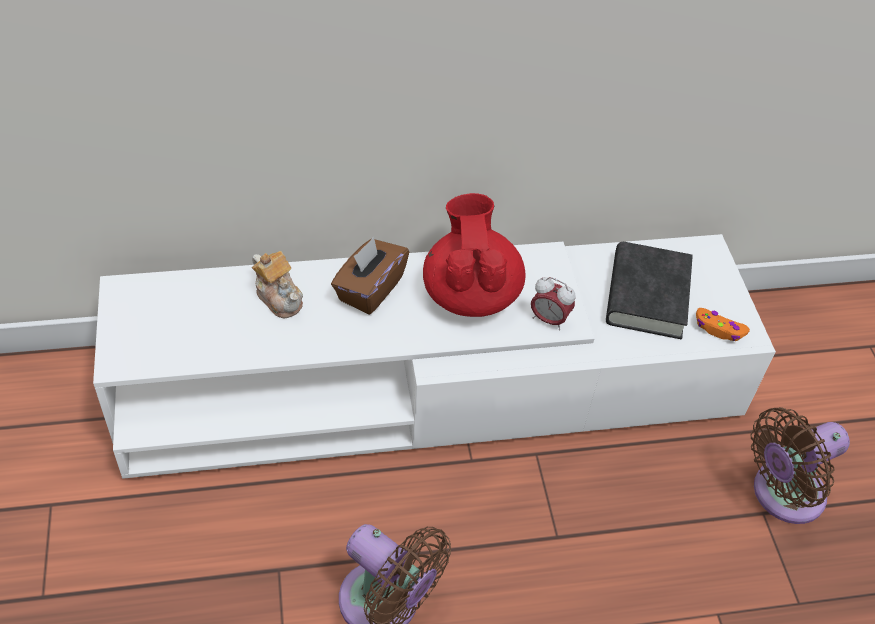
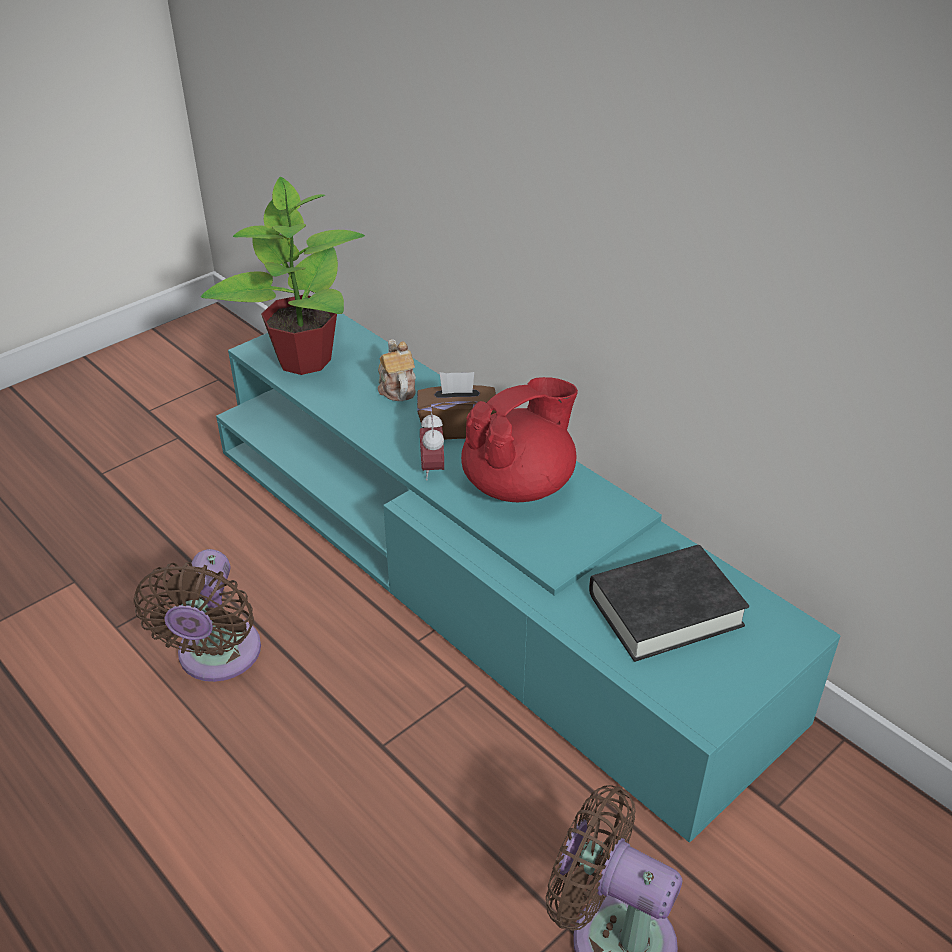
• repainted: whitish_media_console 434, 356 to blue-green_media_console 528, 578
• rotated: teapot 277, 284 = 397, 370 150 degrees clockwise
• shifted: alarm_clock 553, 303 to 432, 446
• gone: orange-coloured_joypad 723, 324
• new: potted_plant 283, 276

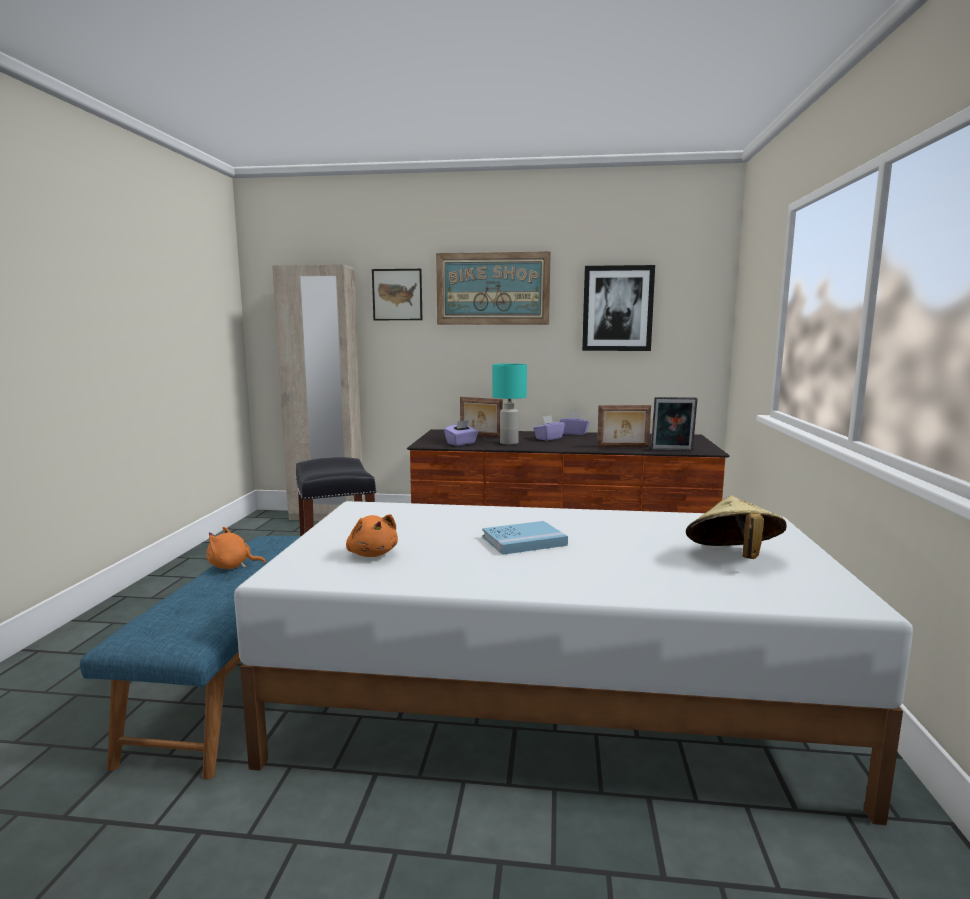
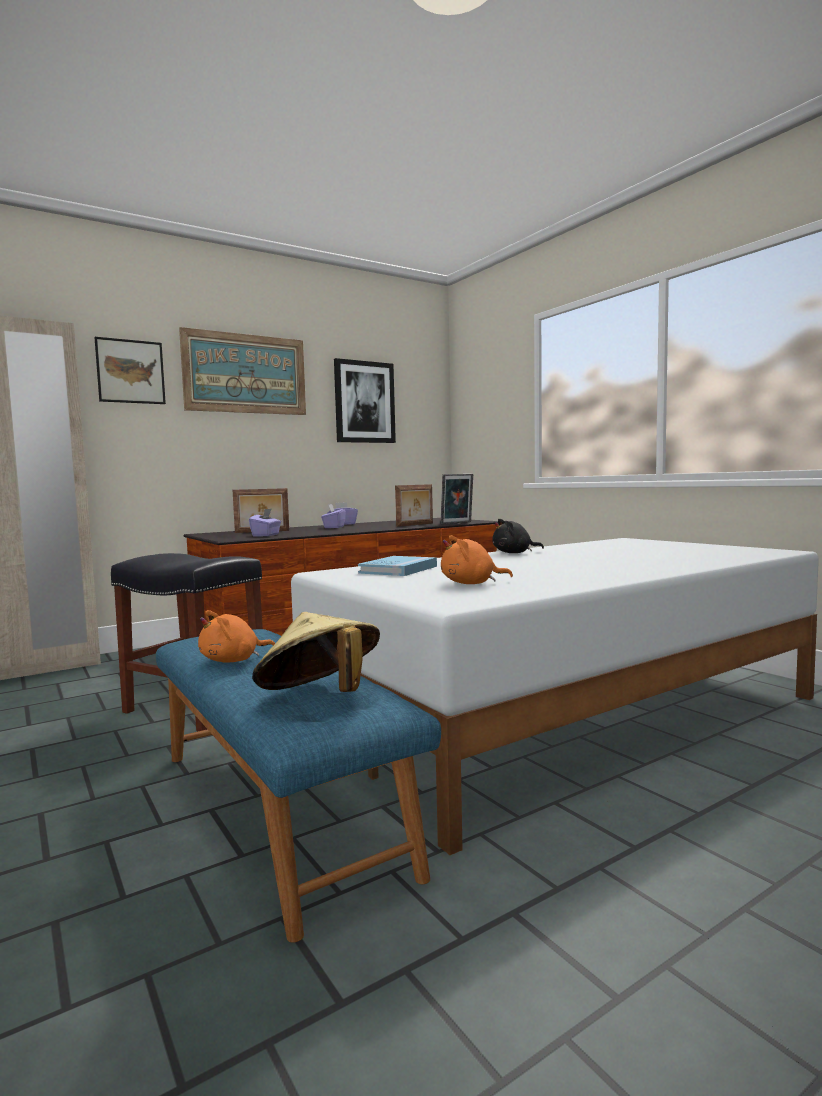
• gone: blue-green_table_lamp 510, 404
• shifted: beige_clothing_hat 736, 527 to 316, 652
• rotated: orange-coloured_cuddly_toy 372, 535 = 477, 559 150 degrees clockwise
• shifted: bluish_bound_book 525, 538 to 397, 566
• new: blackish_cuddly_toy 518, 536

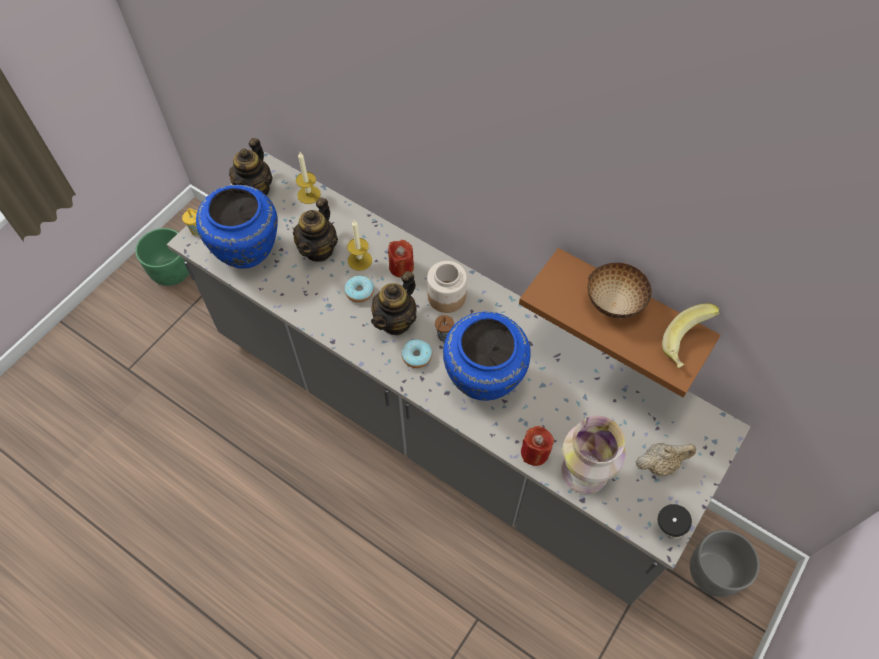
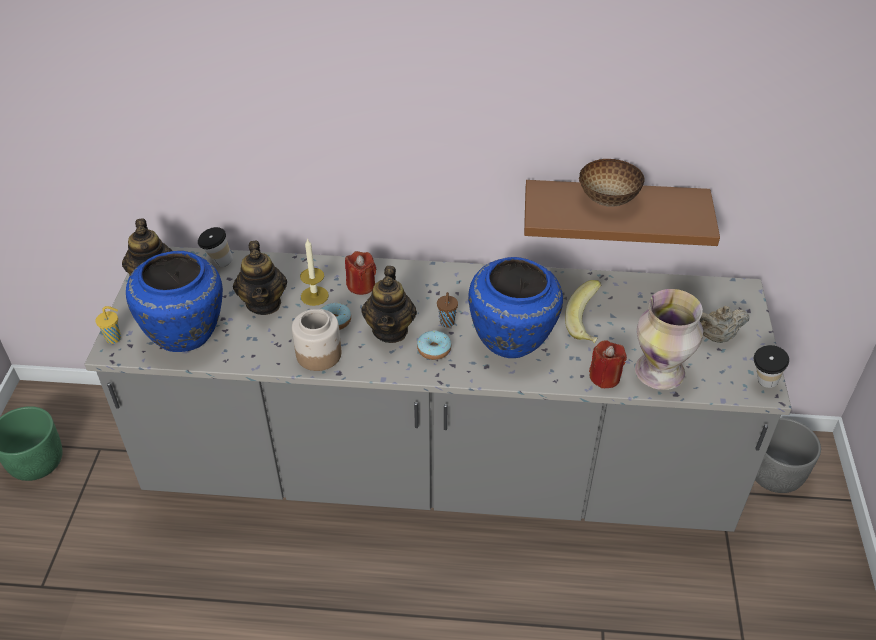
• swapped: candle 308, 178 to small_cup 215, 247
• shifted: storage_jar 447, 287 to 316, 340
• shifted: whole_banana 691, 335 to 583, 311
• rotated: beige_teapot 665, 459 = 725, 324 150 degrees counterclockwise

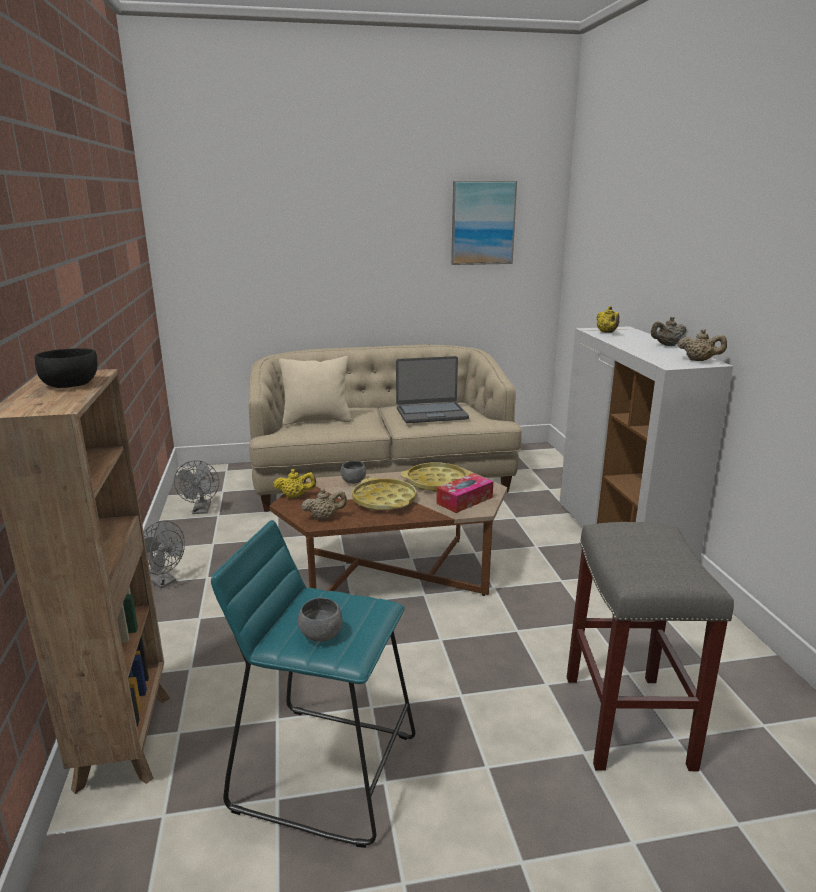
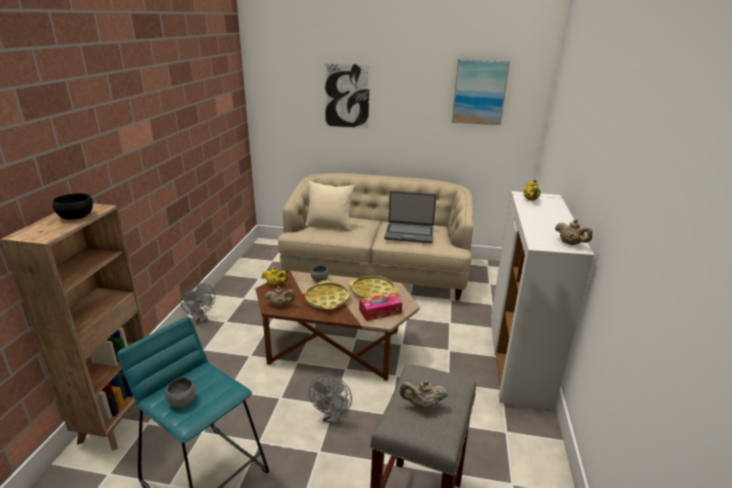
• shifted: beige_teapot 668, 331 to 424, 395
• shifted: grey_electric_fan 196, 487 to 330, 399
• new: wall_picture 347, 95

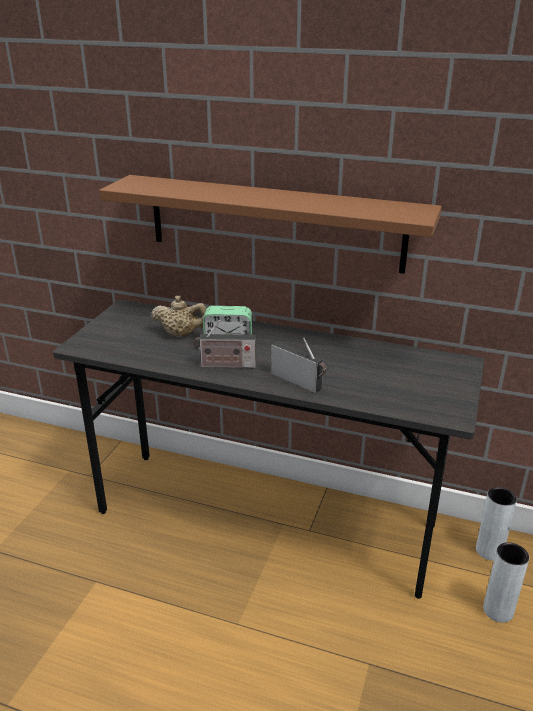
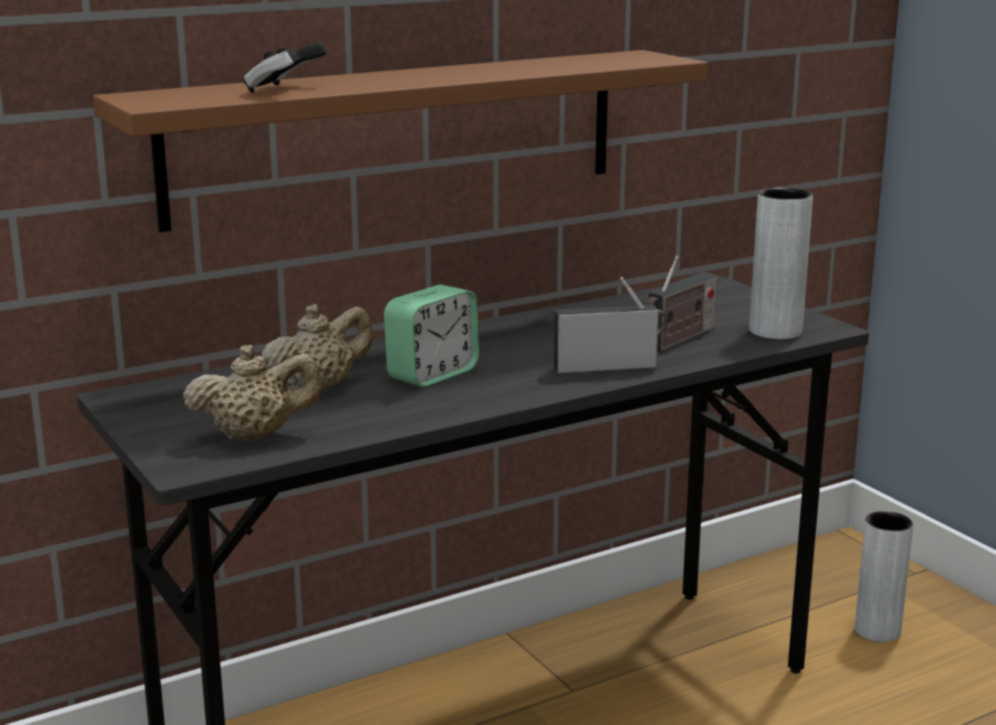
• shifted: radio 225, 344 to 681, 303
• shifted: grey_vase 496, 524 to 781, 264
• new: joypad 285, 67
• new: beige_teapot 252, 392

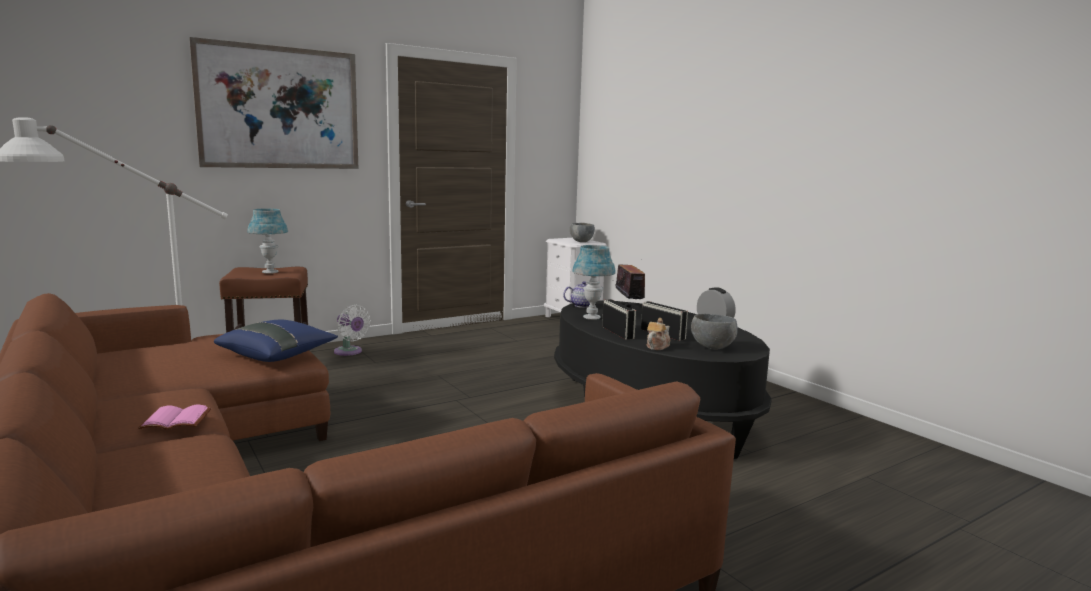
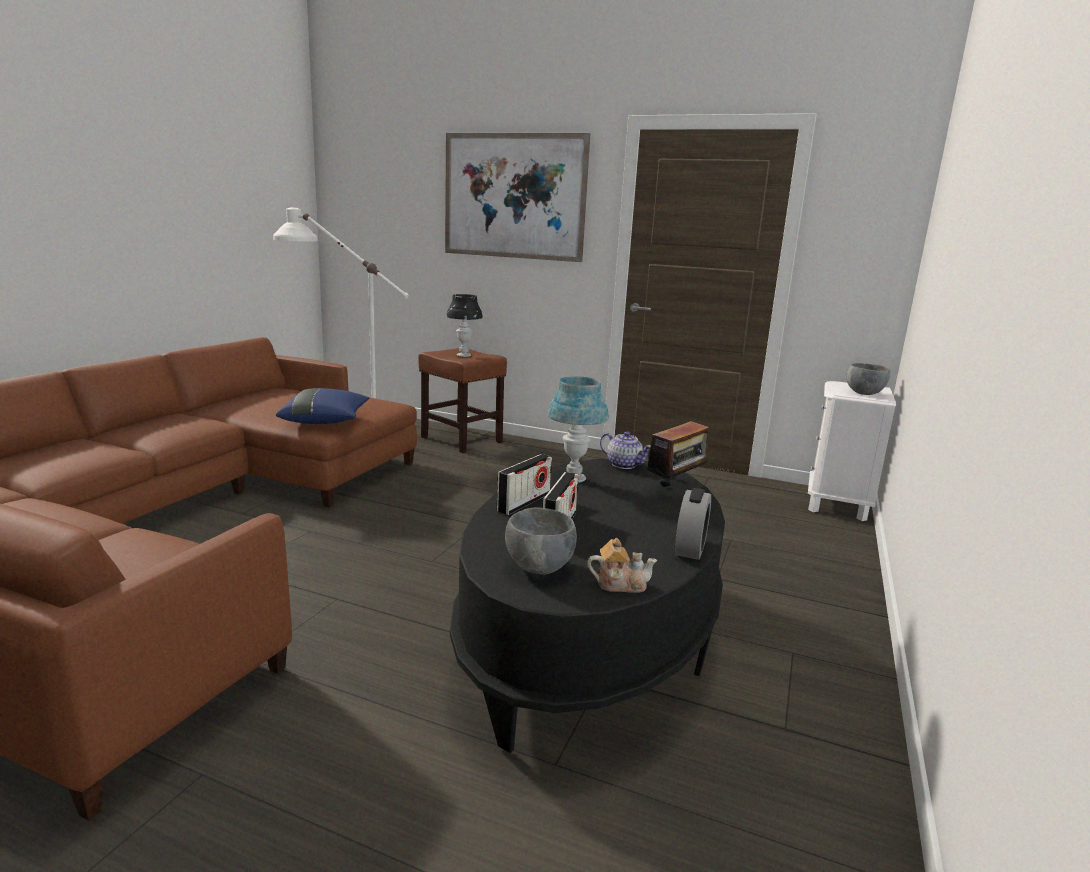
• repainted: bluish_table_lamp 267, 241 to blackish_table_lamp 464, 325
• gone: whitish_electric_fan 352, 330
• shifted: teapot 658, 334 to 622, 565
• gone: pink_bound_book 174, 417

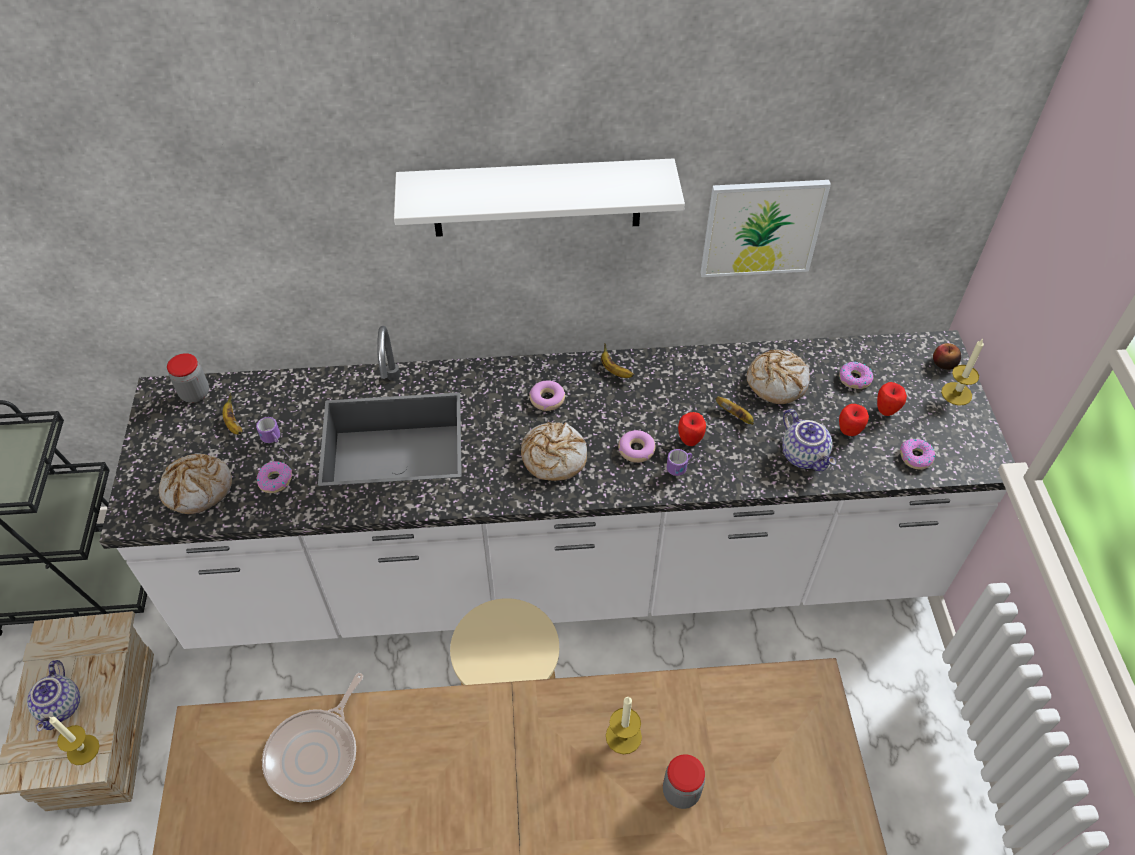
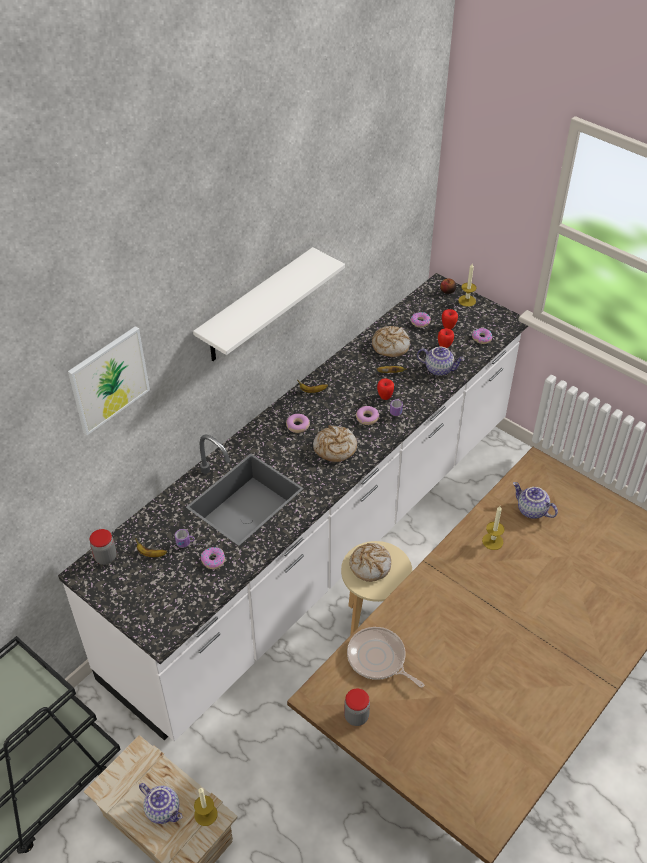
• shifted: wall_picture 766, 228 to 109, 380
• shifted: baked_bread 195, 484 to 370, 562
• rotated: pan 312, 737 = 385, 657 150 degrees clockwise
• shifted: storage_jar 684, 781 to 357, 707
• new: teapot 535, 500

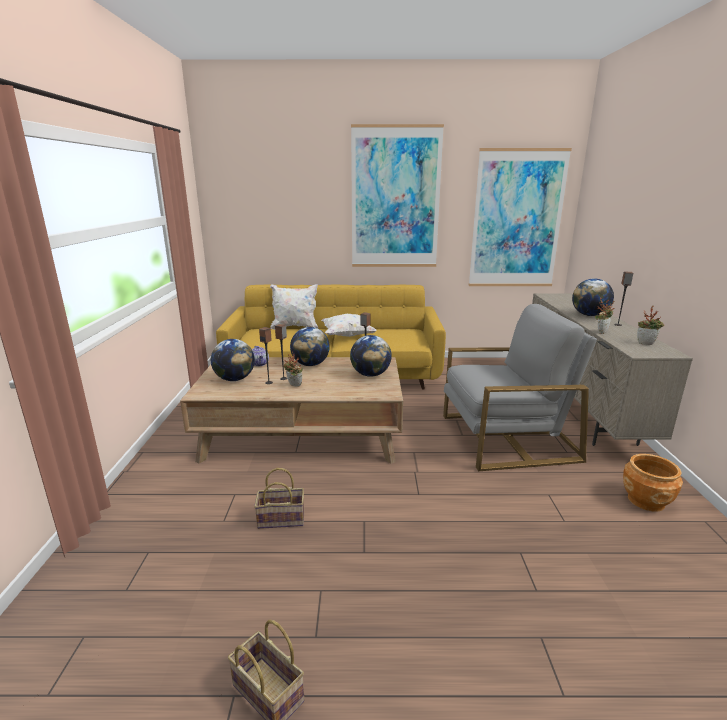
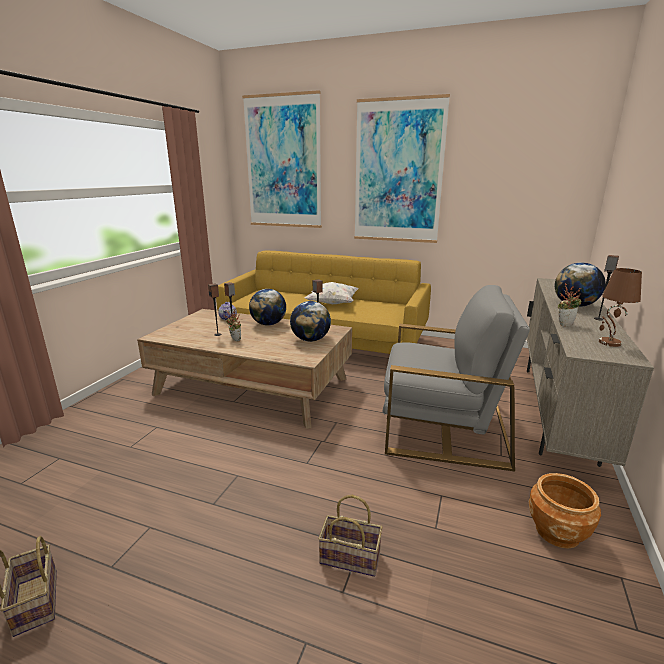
• shifted: wall_picture 520, 217 to 282, 159
• gone: whitish_pillow 294, 307
• swapped: potted_plant 650, 325 to brown-coloured_table_lamp 620, 307
• gone: desk_globe 233, 360
• shifted: storage_basket 279, 498 to 350, 536

